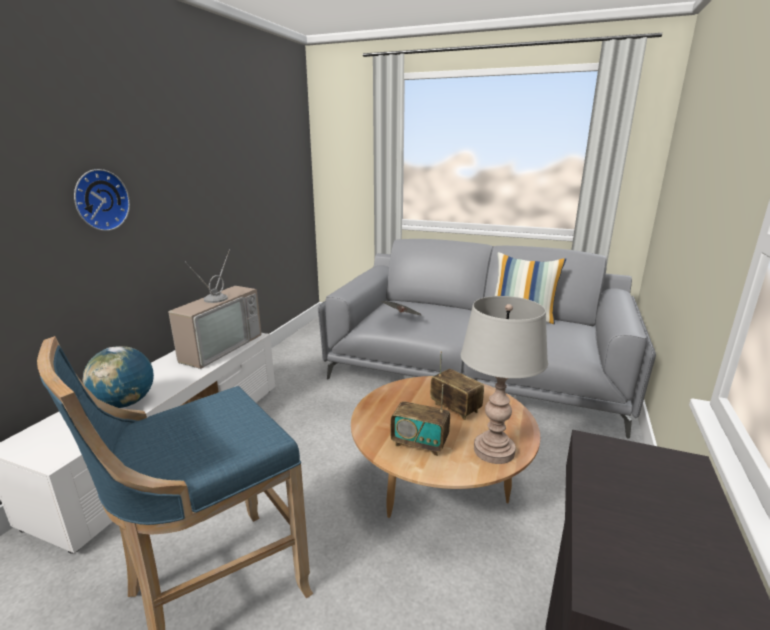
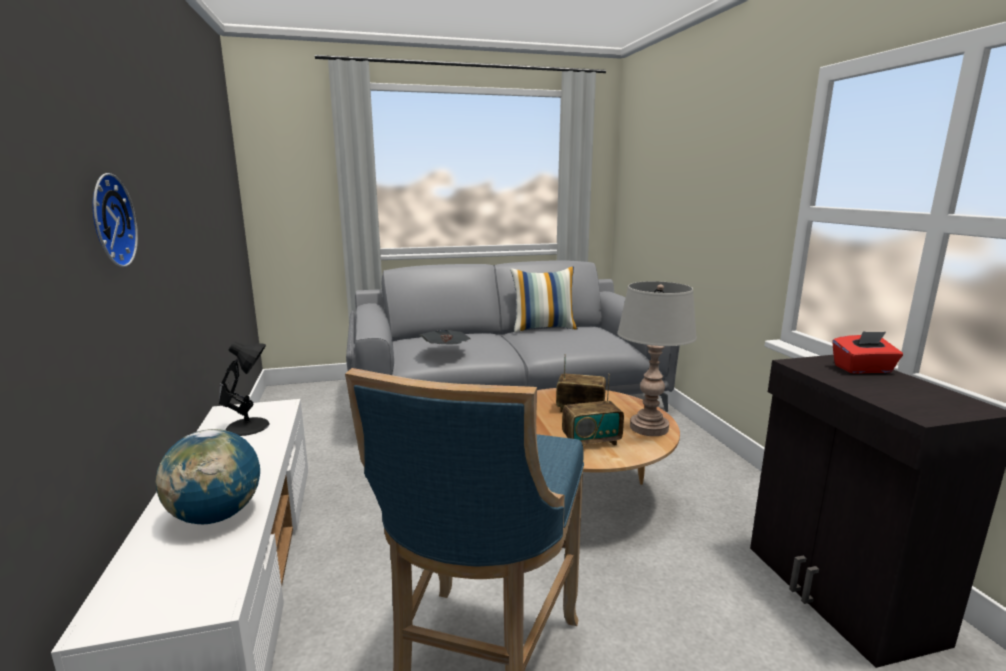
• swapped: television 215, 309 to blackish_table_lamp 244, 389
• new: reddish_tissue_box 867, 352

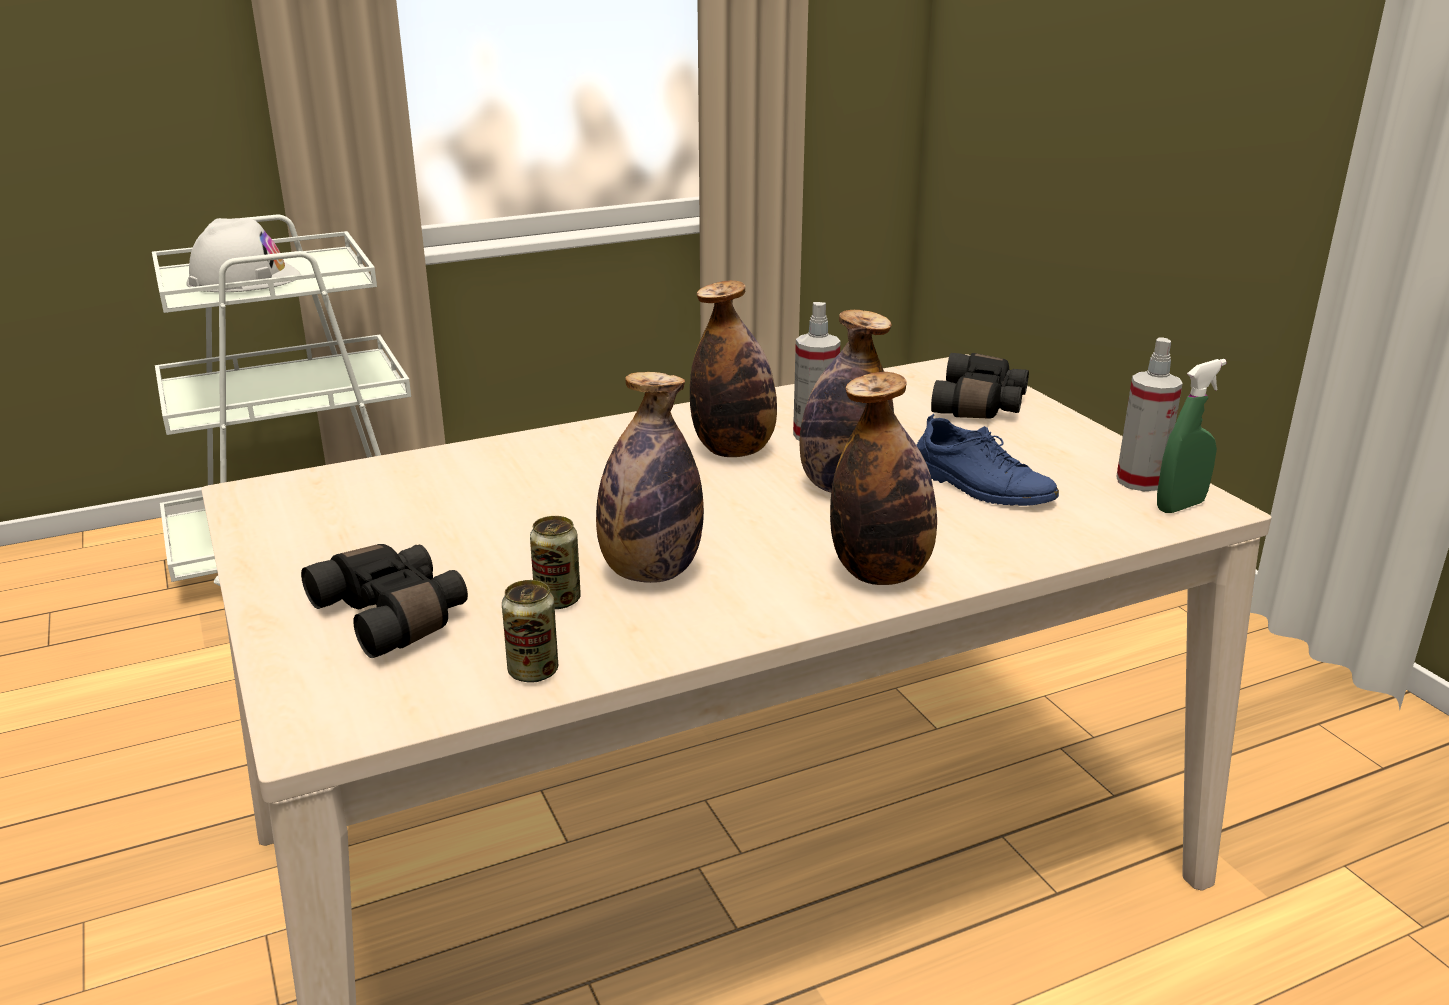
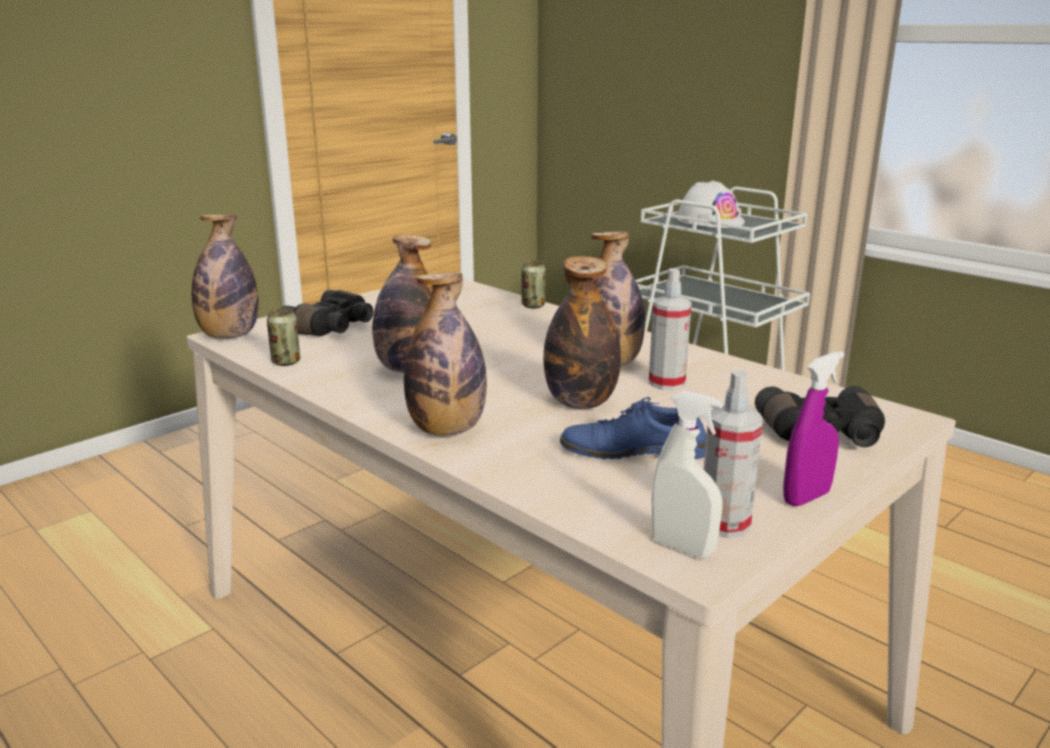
• repainted: green-coloured_sprayer 1192, 436 to whitish_sprayer 687, 474
• rotated: bluish_item_of_footwear 987, 460 = 633, 428 75 degrees clockwise
• shifted: metal_can 555, 562 to 534, 285
• new: beverage_bottle 225, 277
• new: purplish_sprayer 814, 428

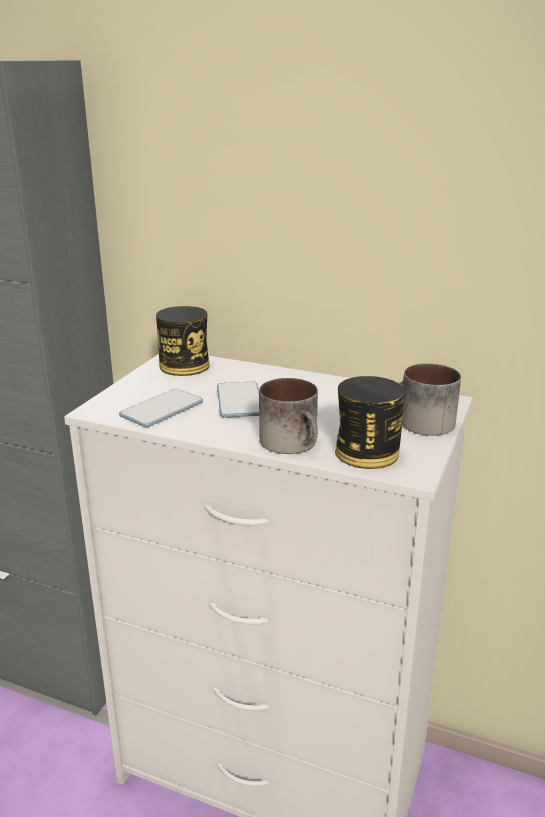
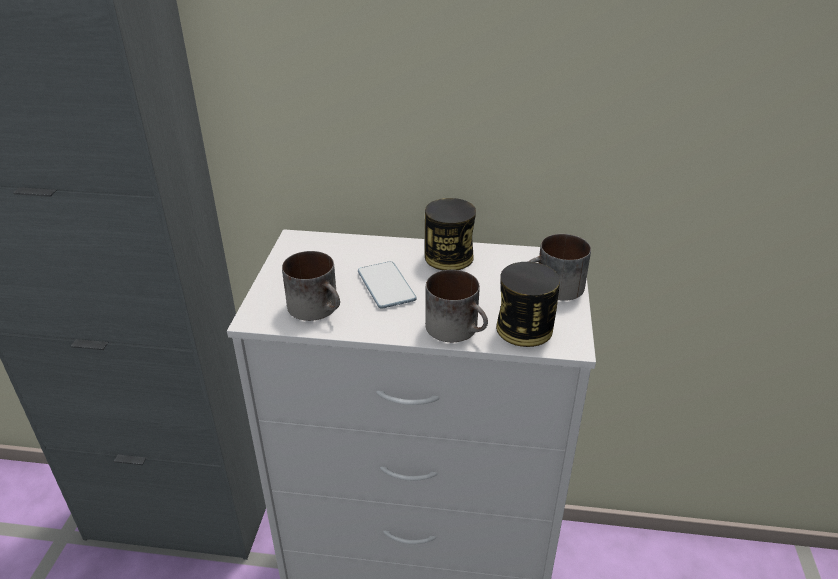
• shifted: metal_can 183, 341 to 450, 234
• swapped: handset 161, 408 to tea_mug 311, 286

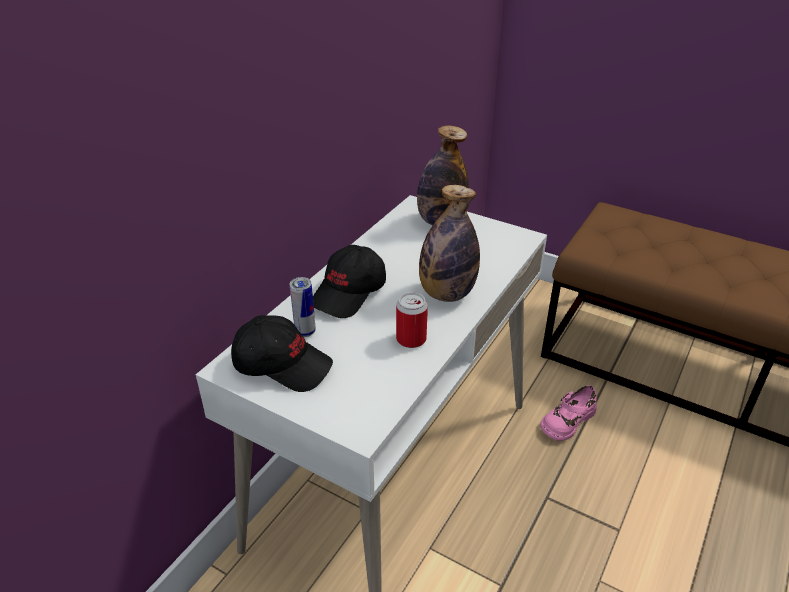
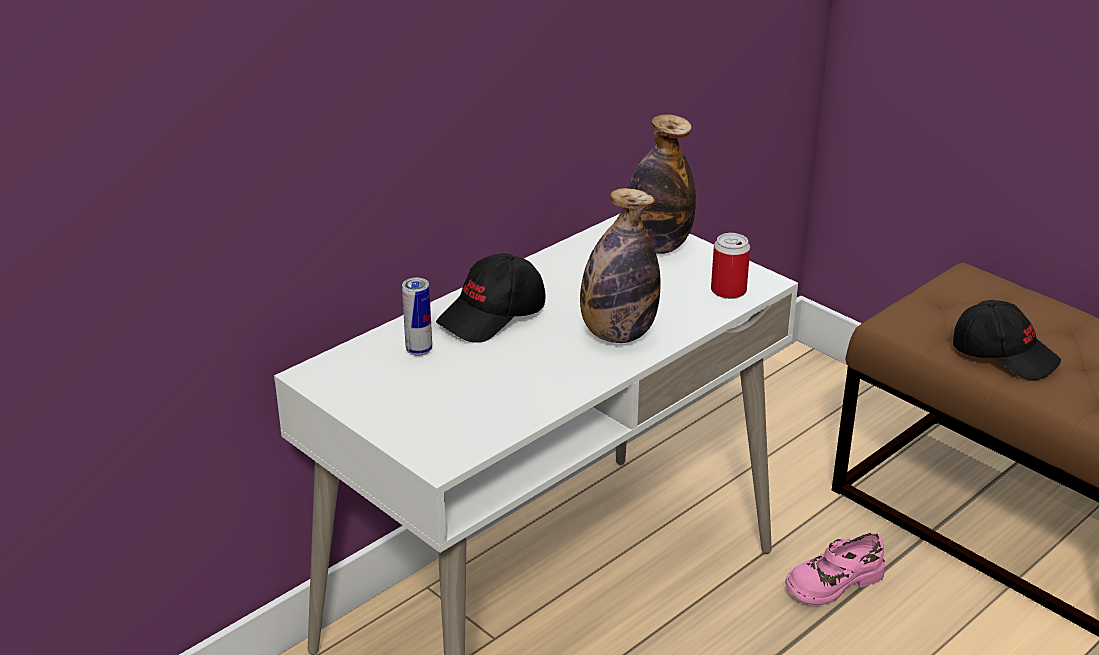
• shifted: metal_can 412, 320 to 730, 266
• shifted: blackish_peaked_cap 282, 353 to 1007, 340

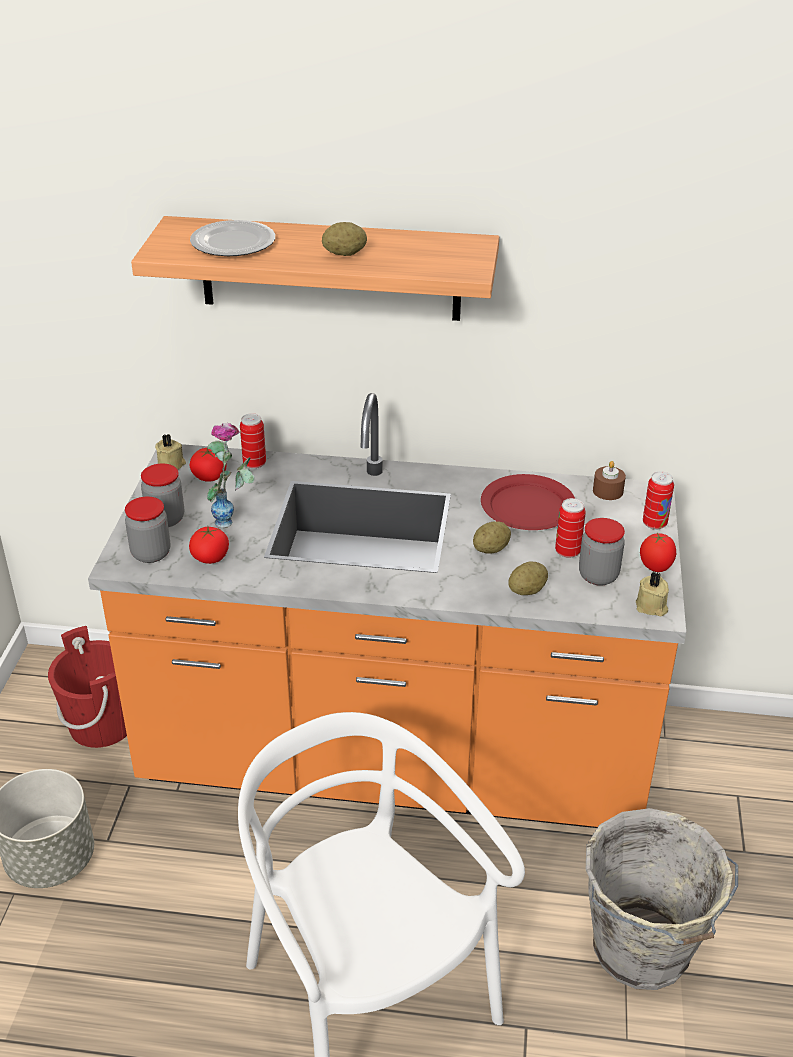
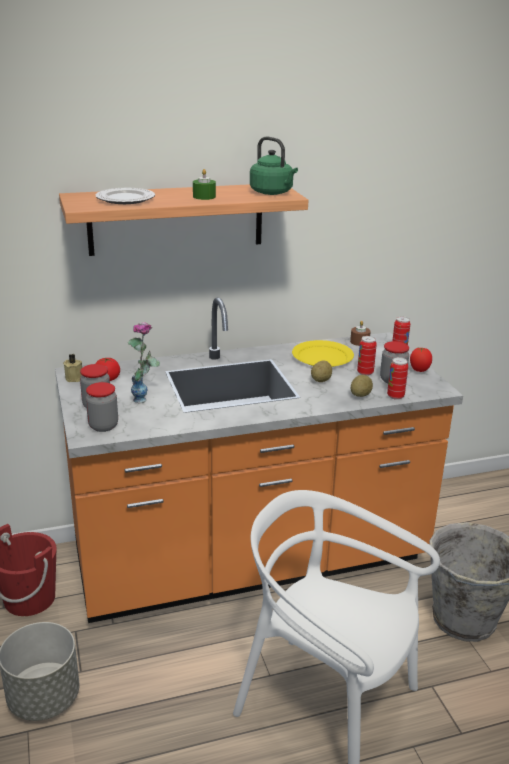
• swapped: whole_potato 344, 239 to green-coloured_candle 204, 184
• shifted: metal_can 253, 441 to 397, 378
• repainted: reddish_dinner_plate 528, 502 to yellowish_dinner_plate 323, 353
• gone: tomato 209, 545
• gone: beige_candle 652, 594
• new: green-coloured_water_kettle 274, 166

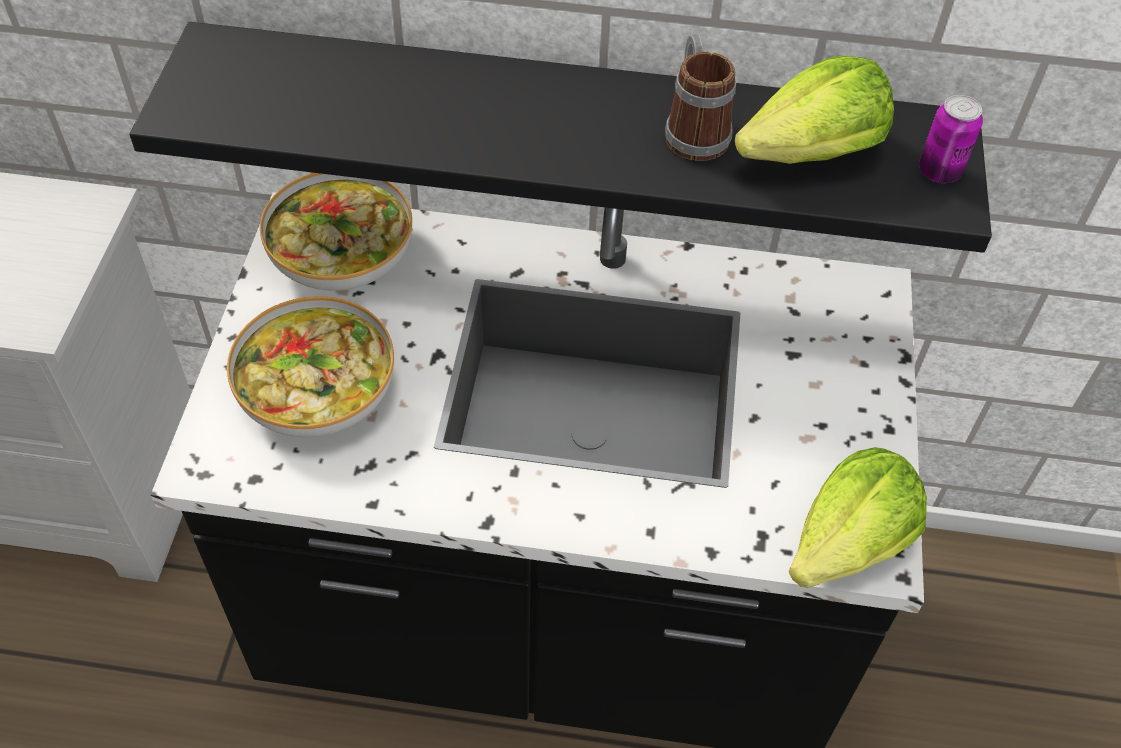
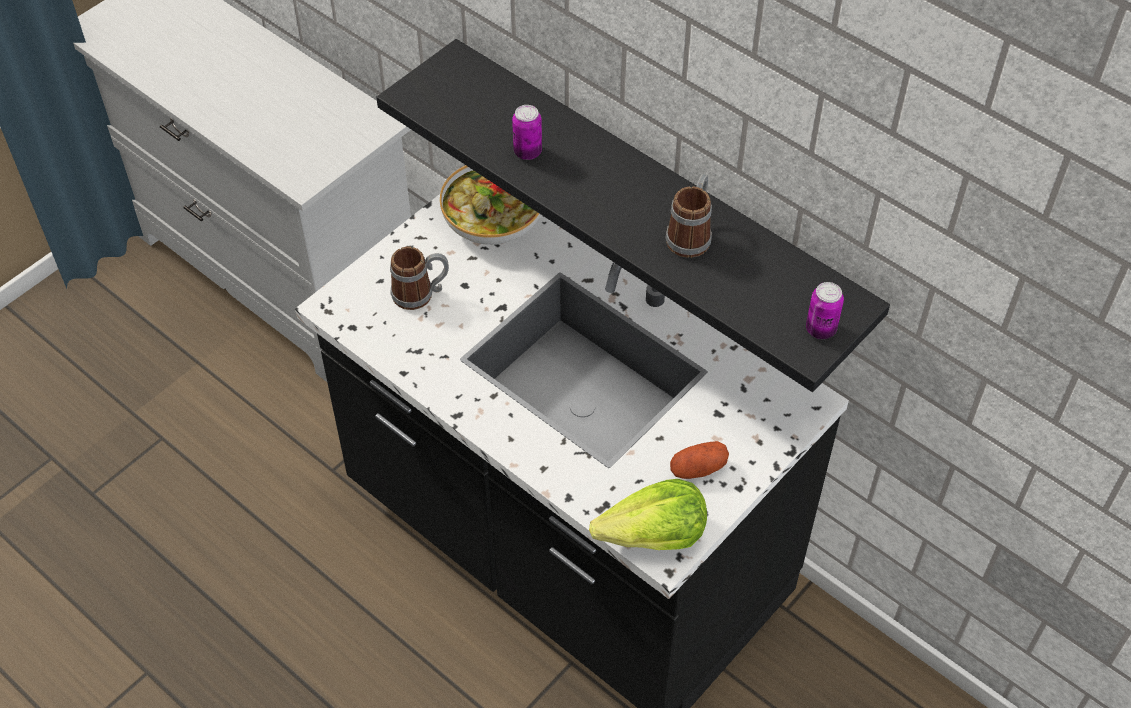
• gone: lettuce 814, 110
• swapped: serving_bowl 310, 366 to tea_mug 419, 278
• new: metal_can 527, 132
• new: whole_potato 699, 460

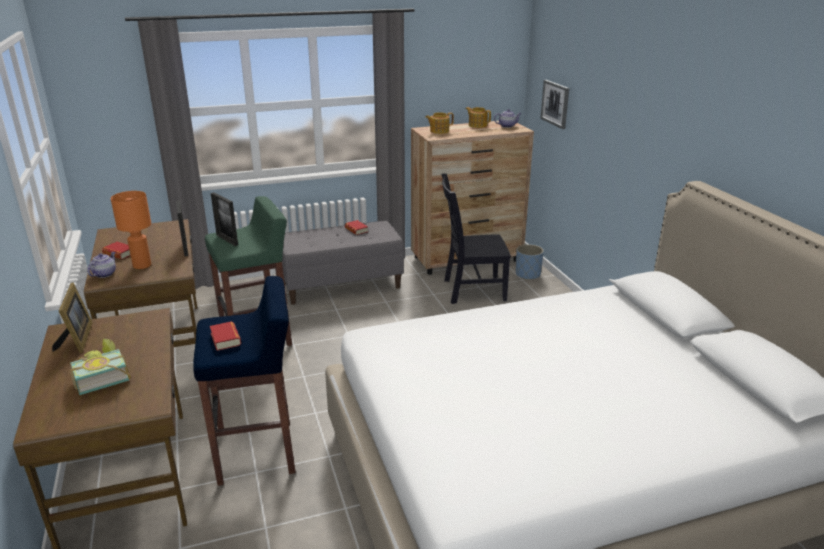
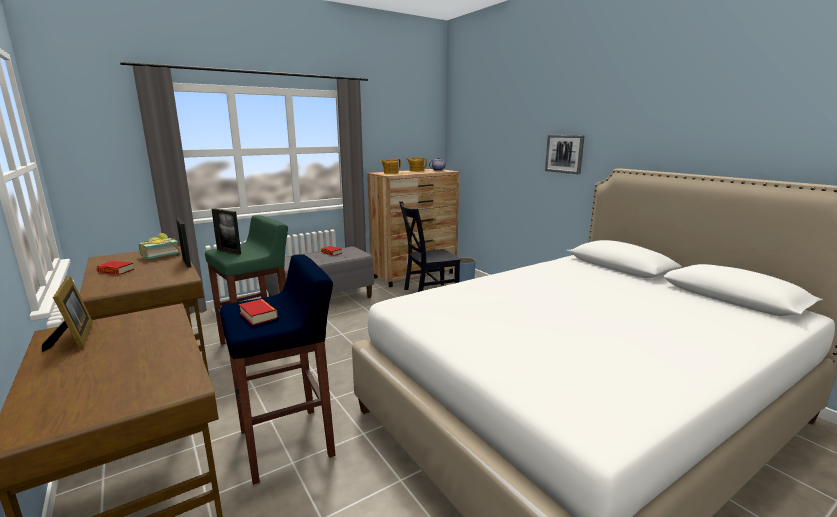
• shifted: wall_picture 554, 104 to 565, 154
• gone: orange-coloured_table_lamp 130, 230
• gone: teapot 101, 265
• shifted: bound_book 100, 367 to 159, 246

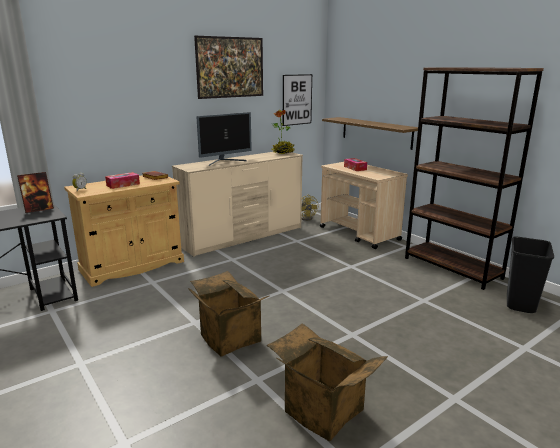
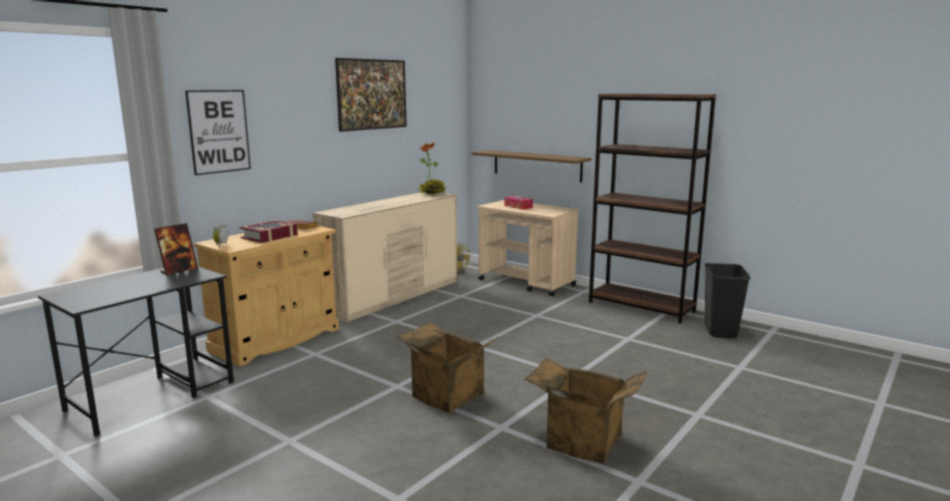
• shifted: wall_picture 297, 100 to 218, 132
• gone: computer_display 224, 139
• swapped: tissue_box 122, 180 to bound_book 269, 231

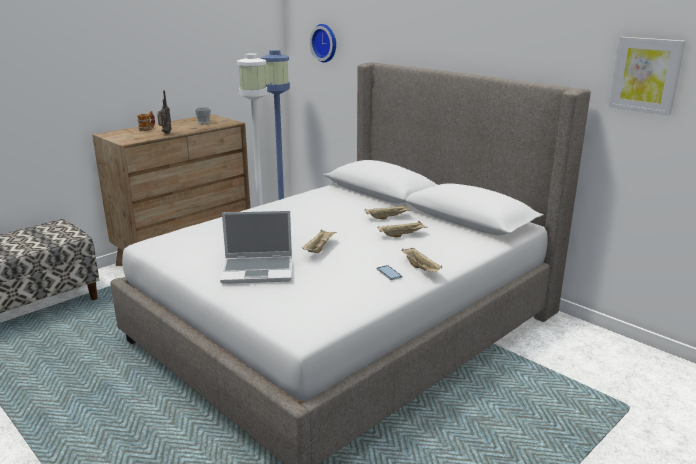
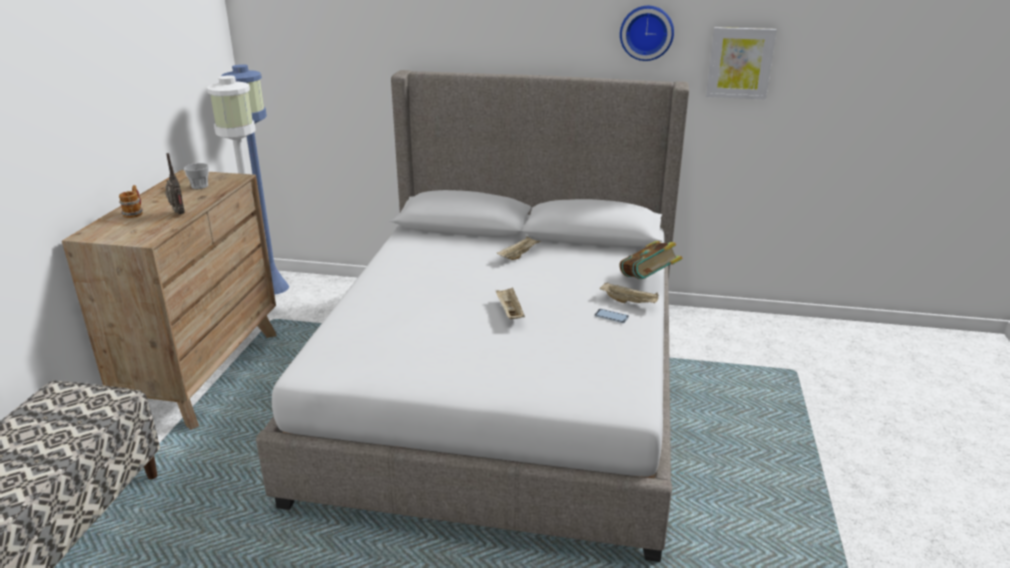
• shifted: clock_on_the_wall 323, 43 to 647, 33
• gone: notebook_computer 256, 247
• gone: beige_serving_tray 402, 229
• new: bound_book 651, 260

